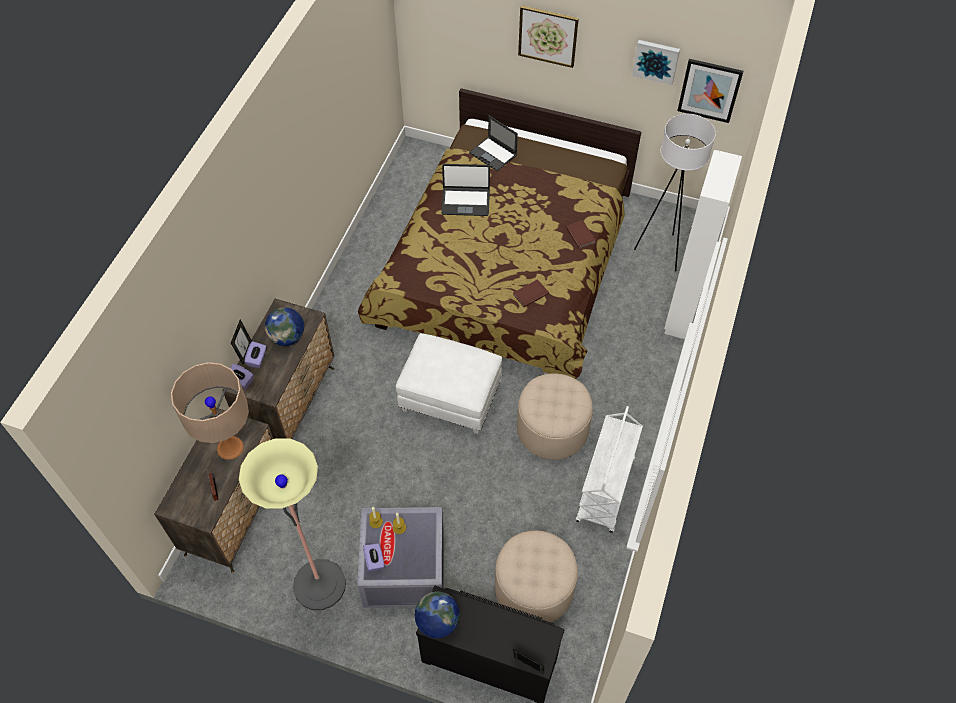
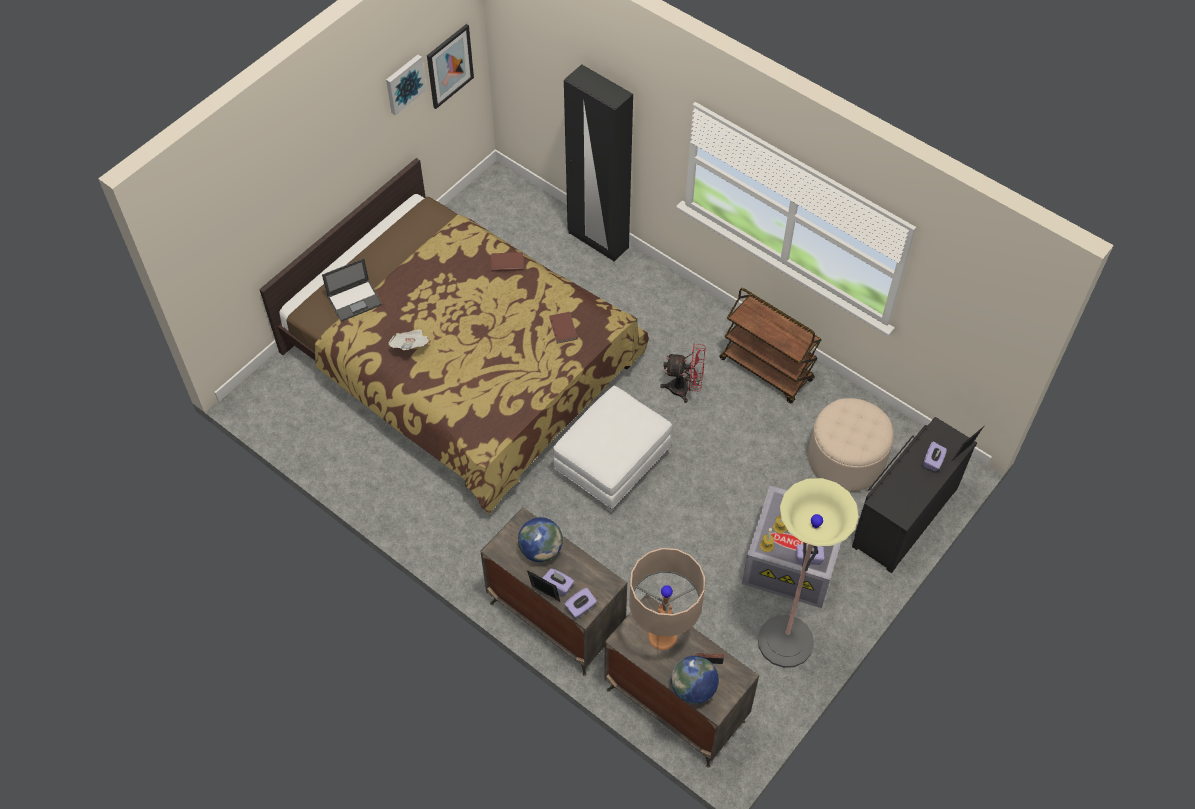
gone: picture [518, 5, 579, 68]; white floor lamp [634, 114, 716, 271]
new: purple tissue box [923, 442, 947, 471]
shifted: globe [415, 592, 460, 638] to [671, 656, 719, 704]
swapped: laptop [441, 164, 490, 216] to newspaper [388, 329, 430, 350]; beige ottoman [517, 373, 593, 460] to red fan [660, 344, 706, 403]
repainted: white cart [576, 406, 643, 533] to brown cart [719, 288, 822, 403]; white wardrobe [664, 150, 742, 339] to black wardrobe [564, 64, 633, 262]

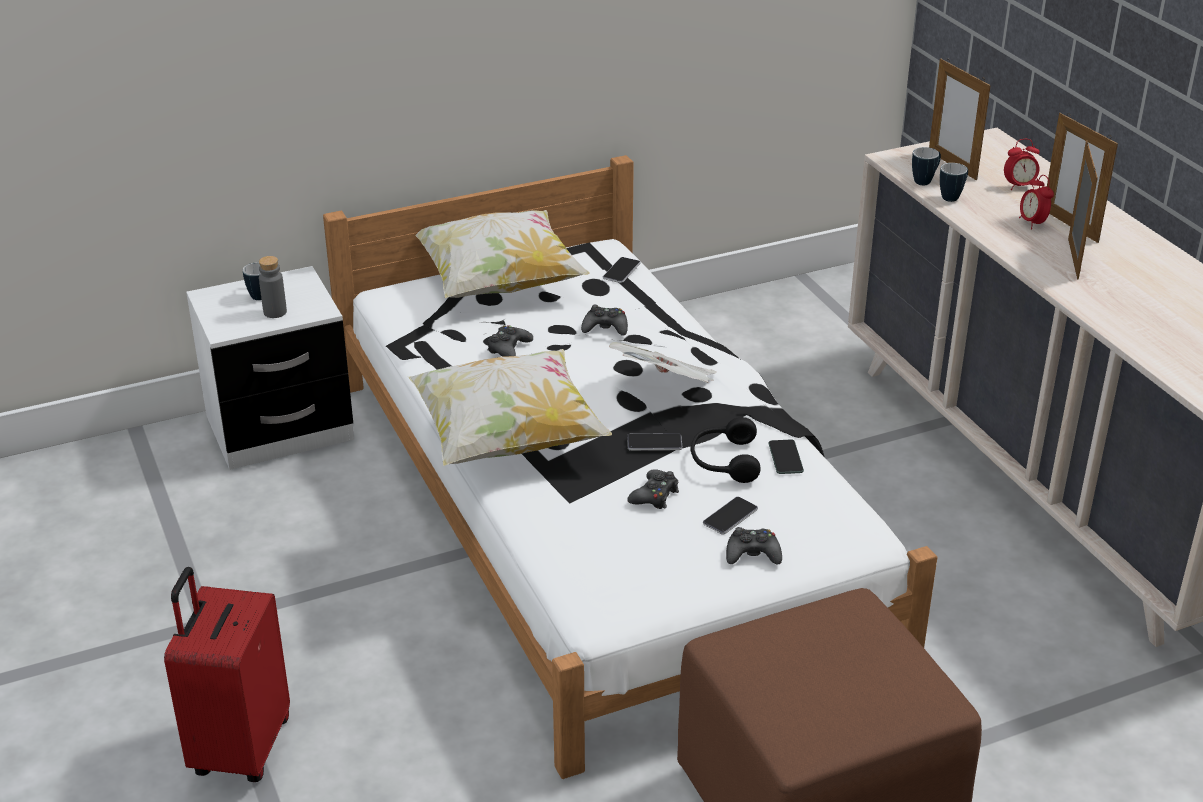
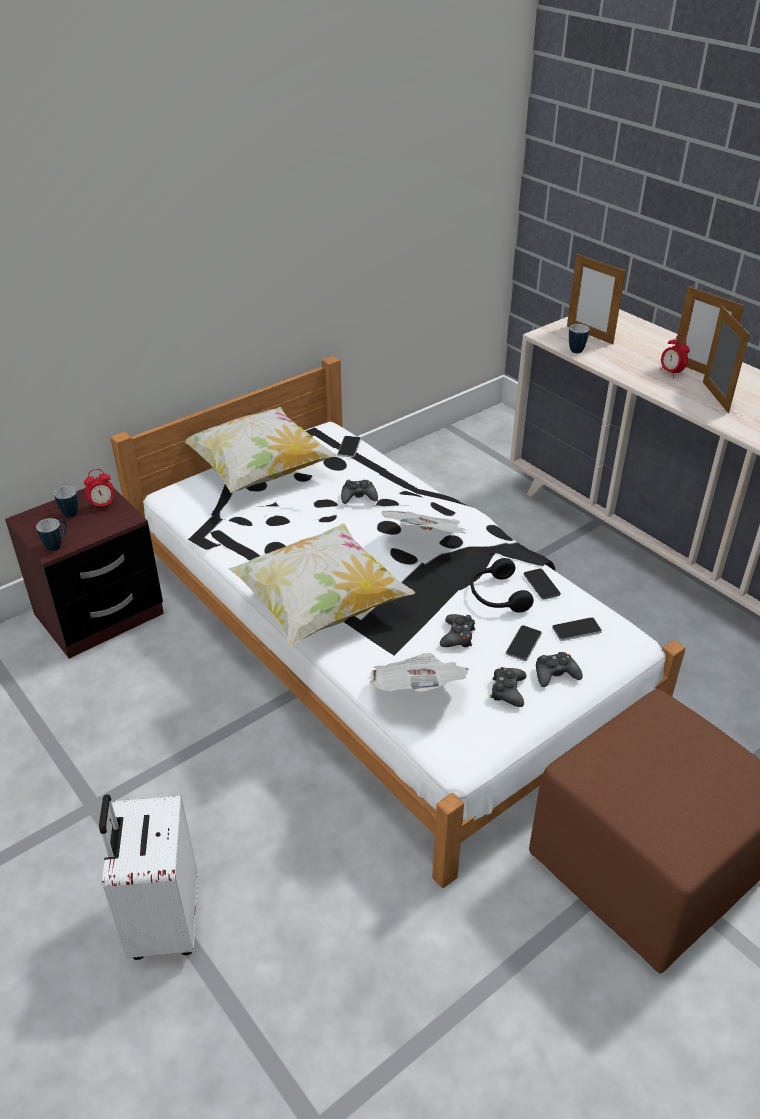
gone: grey bottle [259, 256, 287, 318]
new: newspaper [370, 653, 469, 692]
shifted: black game controller [488, 325, 533, 357] to [490, 667, 526, 707]; phone [627, 433, 682, 451] to [552, 617, 602, 641]; mug [940, 163, 968, 202] to [36, 518, 67, 551]; alarm clock [1004, 139, 1040, 190] to [84, 469, 114, 511]
repainted: red suitcase [164, 567, 290, 782] to white suitcase [99, 794, 197, 960]; white nightstand [186, 266, 354, 470] to brown nightstand [5, 488, 164, 659]

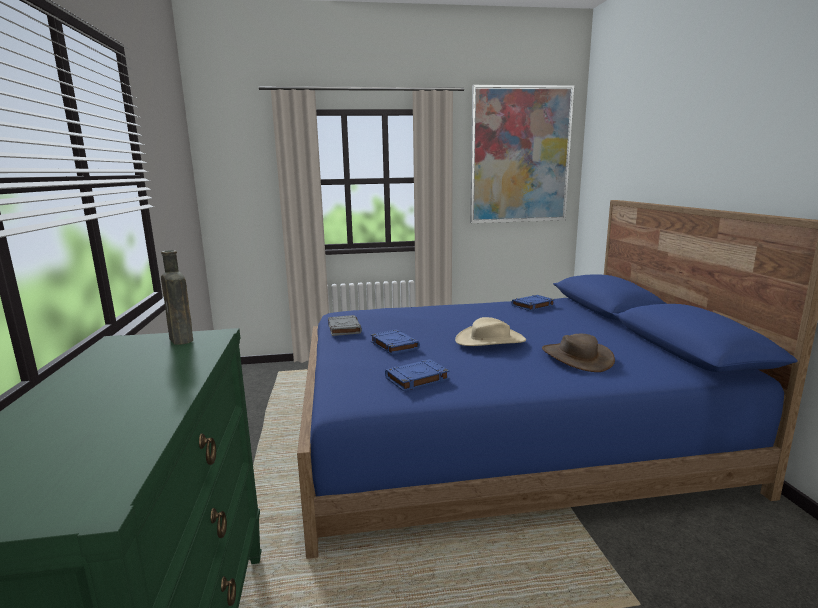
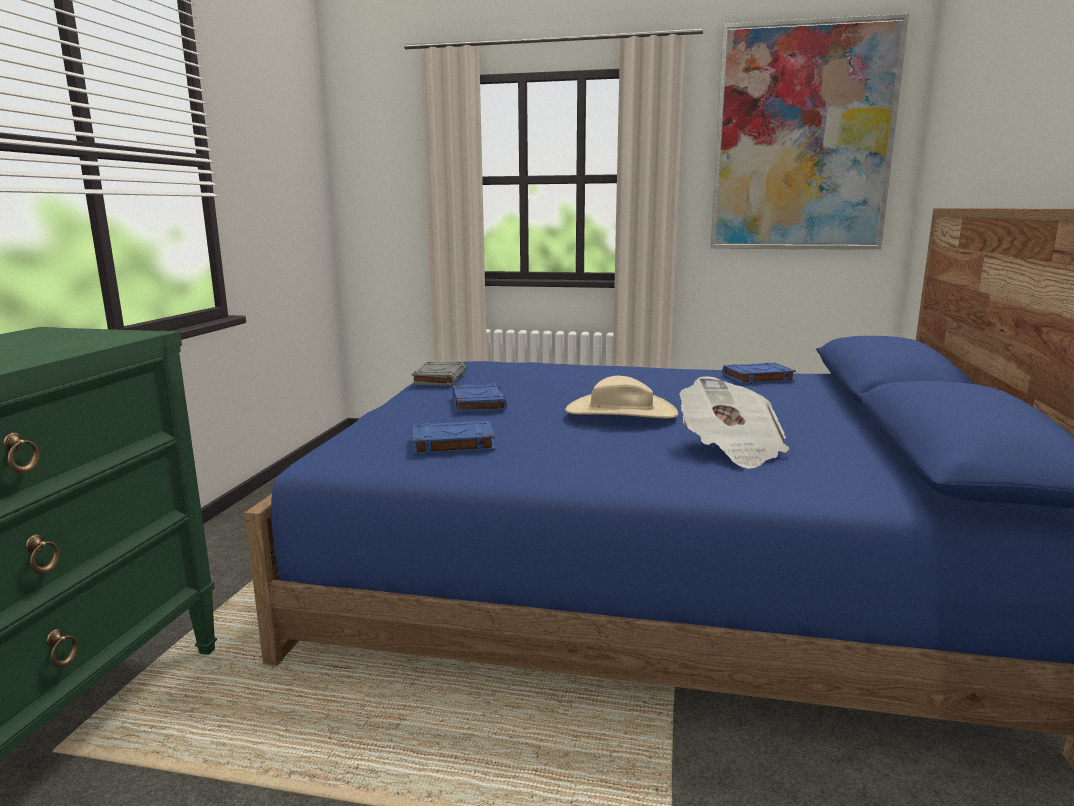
gone: brown bottle [161, 250, 193, 345]
swapped: brown hat [542, 334, 615, 372] to newspaper [679, 376, 790, 469]

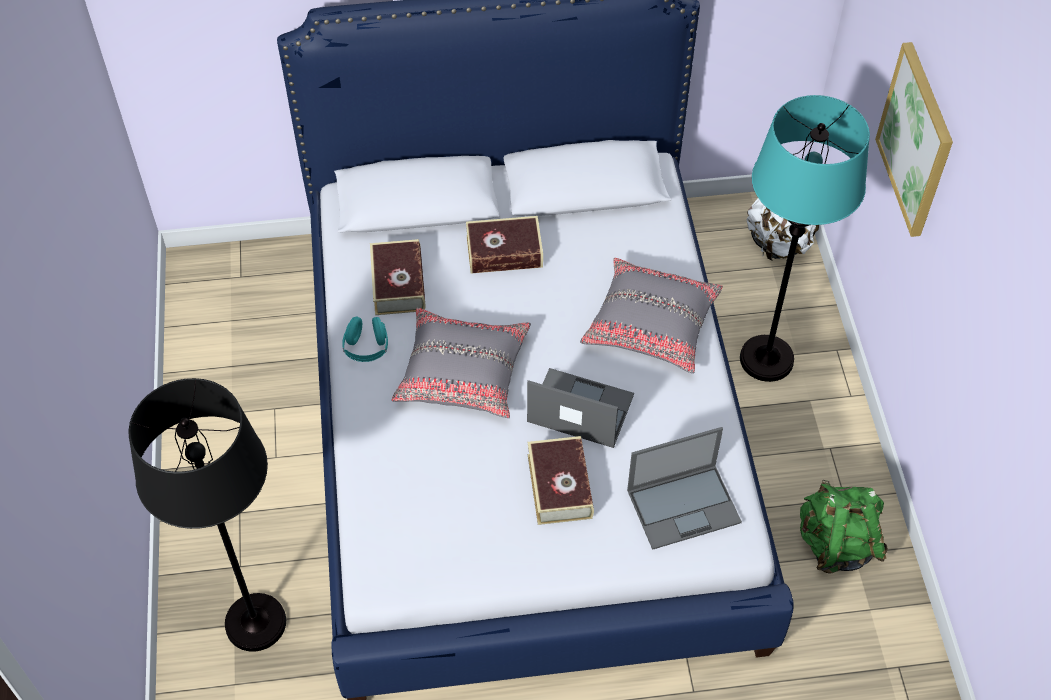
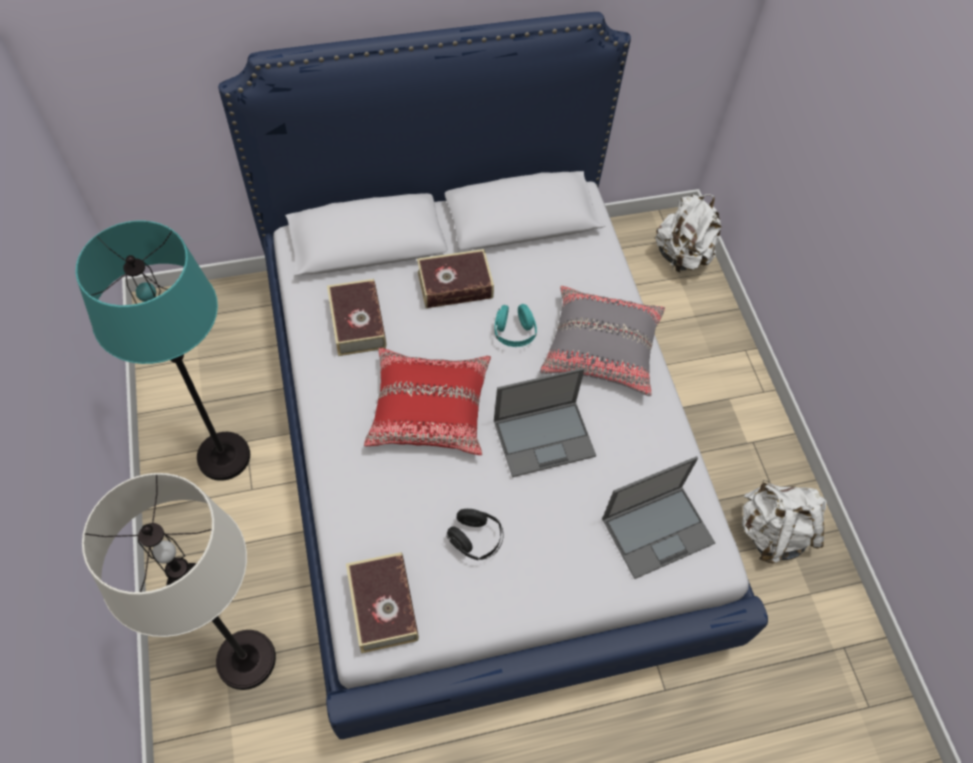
gone: picture [875, 42, 953, 237]
new: black headphones [446, 509, 504, 560]
shifted: turquoise headphones [342, 317, 388, 362] to [495, 304, 537, 347]; book [528, 436, 594, 525] to [346, 552, 419, 653]; turquoise floor lamp [740, 95, 870, 382] to [76, 221, 250, 481]
repainted: black floor lamp [128, 378, 286, 652] to white floor lamp [82, 473, 276, 690]; grey pillow [391, 308, 531, 418] to red pillow [364, 348, 491, 455]; green backpack [800, 480, 888, 574] to white backpack [742, 480, 827, 563]
rotated: laptop [527, 368, 634, 448] = [494, 368, 596, 477] 150 degrees clockwise

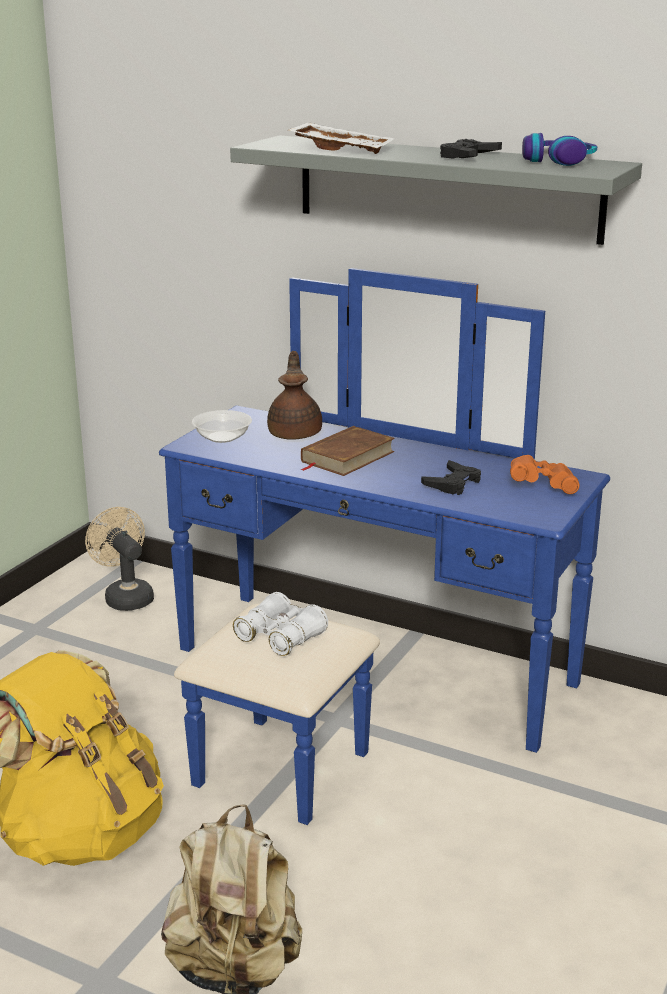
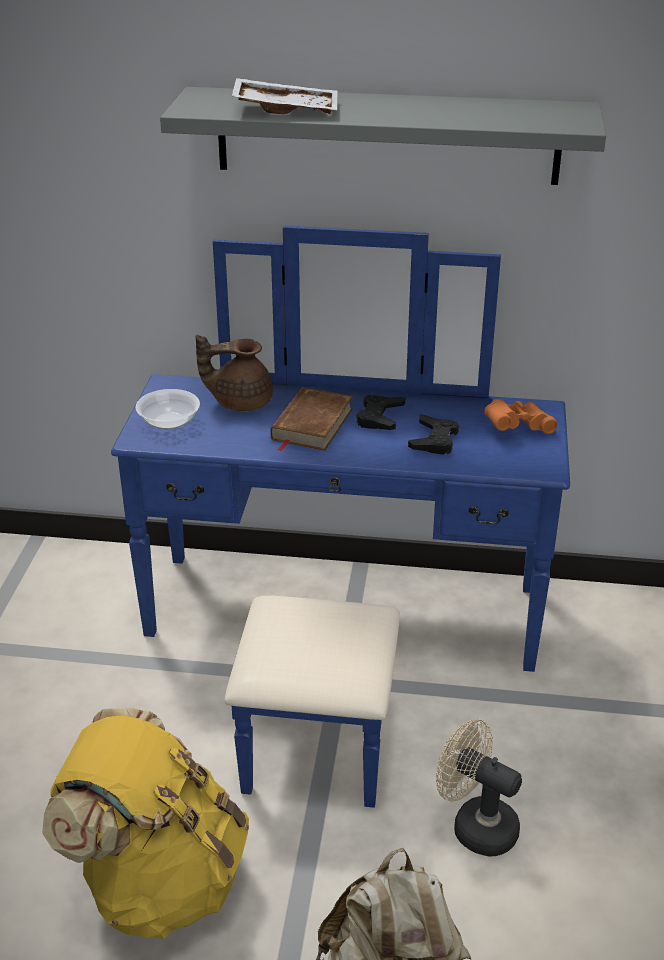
gone: white binoculars [233, 592, 328, 656]; headphones [522, 133, 597, 166]
shifted: beige fan [85, 507, 154, 611] to [436, 719, 522, 857]; black game controller [440, 139, 502, 159] to [356, 395, 405, 430]
rotated: brown teapot [267, 351, 322, 440] = [195, 334, 273, 411] 75 degrees counterclockwise

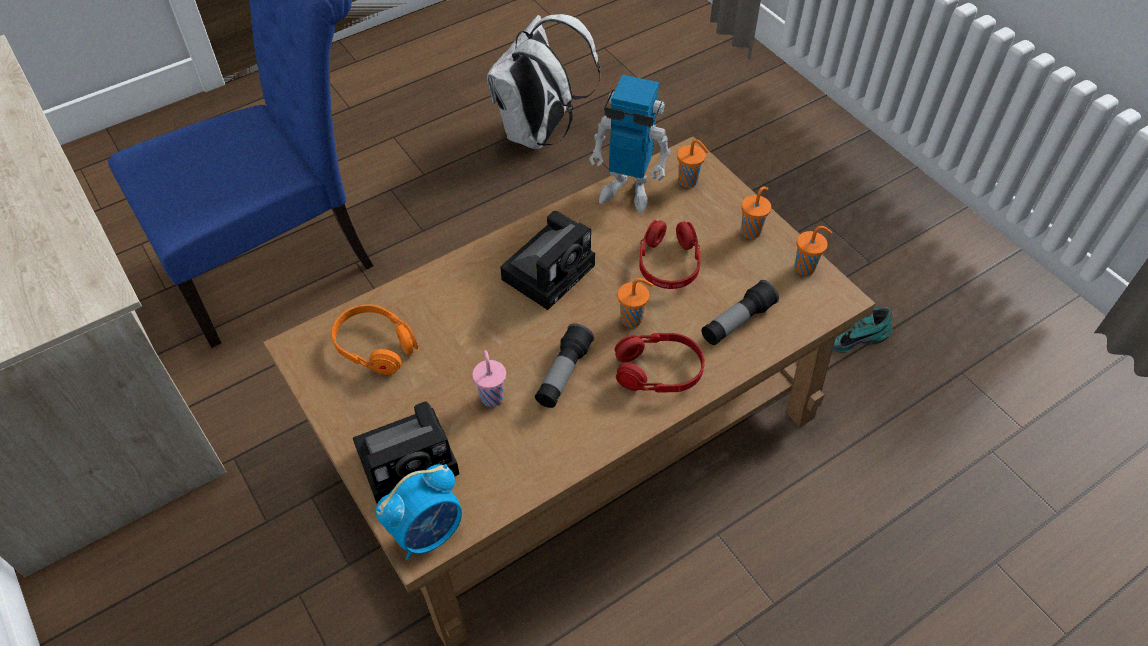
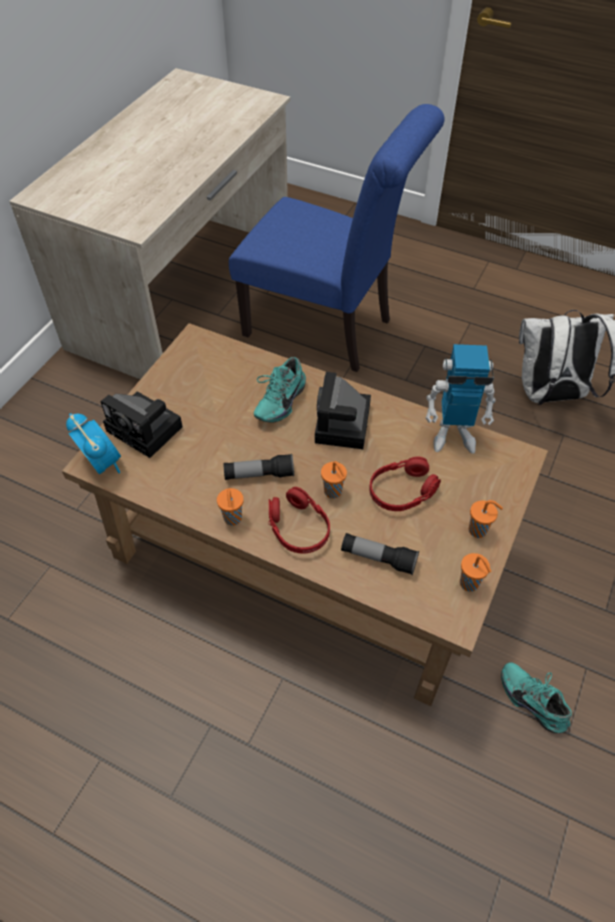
gone: orange headphones [331, 304, 418, 375]; pink cup [472, 350, 506, 407]
new: turquoise shoe [254, 357, 306, 423]
shifted: orange cup [677, 139, 709, 188] to [217, 488, 244, 526]
rotated: alarm clock [375, 464, 462, 560] = [66, 413, 121, 475] 150 degrees counterclockwise; photo camera [500, 211, 595, 310] = [315, 372, 371, 449] 90 degrees clockwise; toy robot [589, 75, 671, 213] = [425, 344, 496, 454] 75 degrees counterclockwise

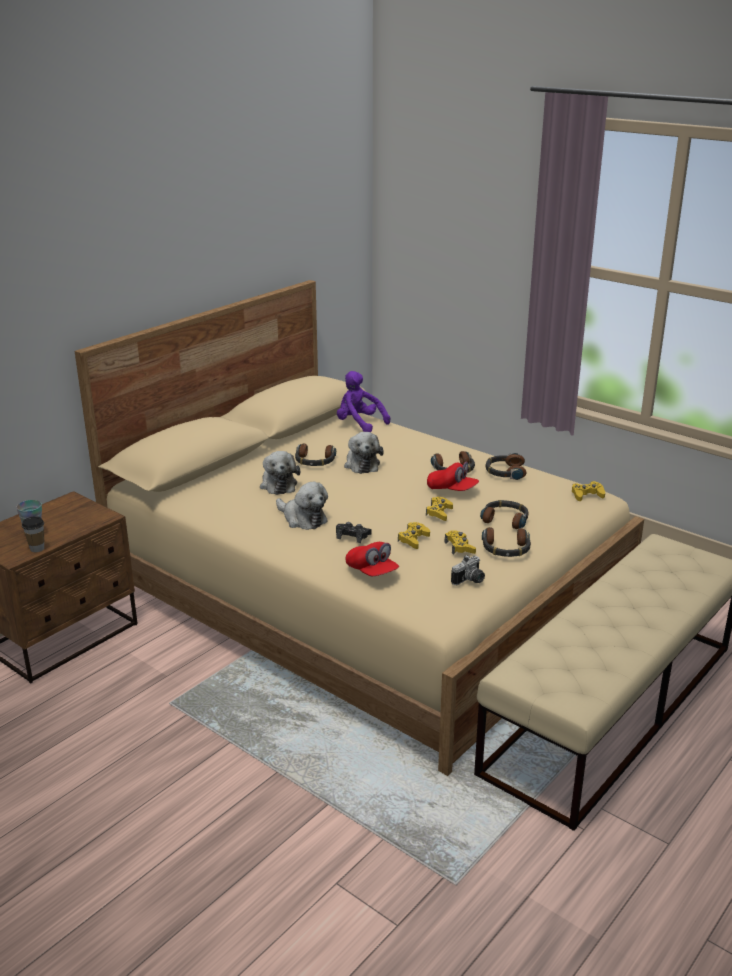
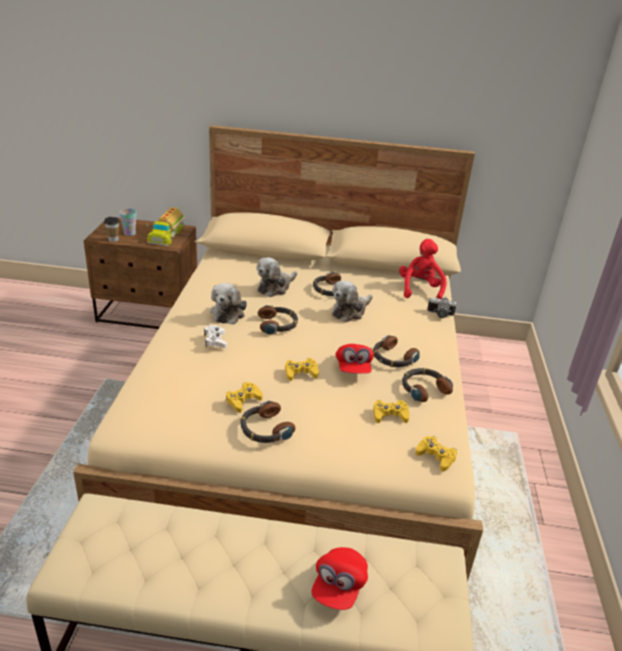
new: toy truck [147, 207, 185, 246]
shifted: red cap [346, 542, 399, 576] to [311, 547, 368, 610]; yellow game controller [398, 522, 430, 549] to [373, 400, 410, 423]; photo camera [451, 555, 485, 585] to [427, 297, 456, 318]; headphones [480, 500, 529, 529] to [258, 305, 298, 335]
repainted: black game controller [336, 522, 372, 543] to white game controller [204, 325, 227, 348]; purple plush toy [337, 371, 390, 432] to red plush toy [399, 239, 447, 299]

